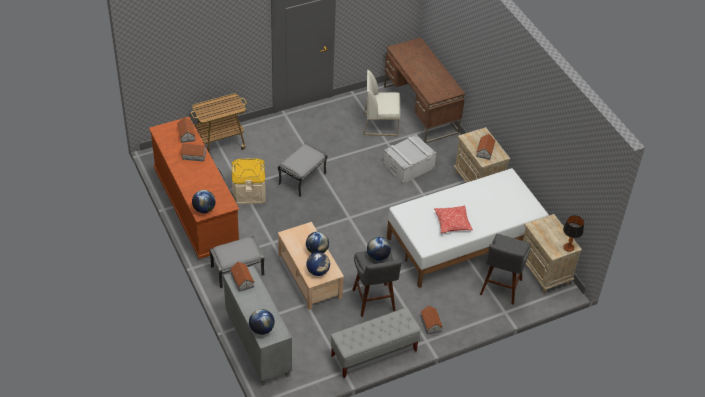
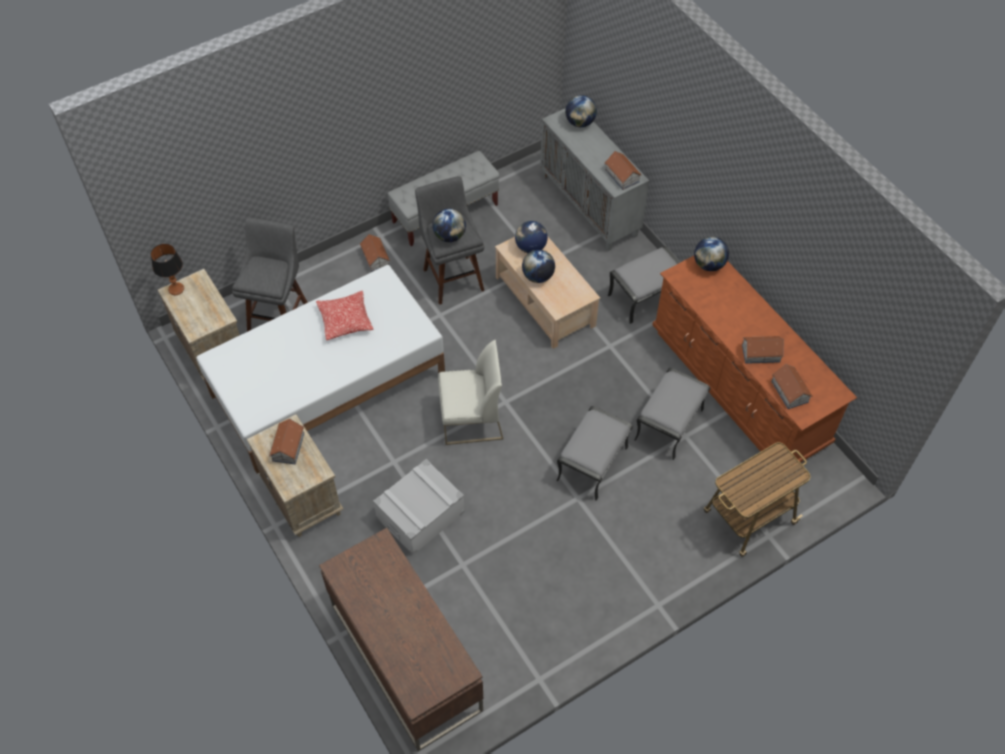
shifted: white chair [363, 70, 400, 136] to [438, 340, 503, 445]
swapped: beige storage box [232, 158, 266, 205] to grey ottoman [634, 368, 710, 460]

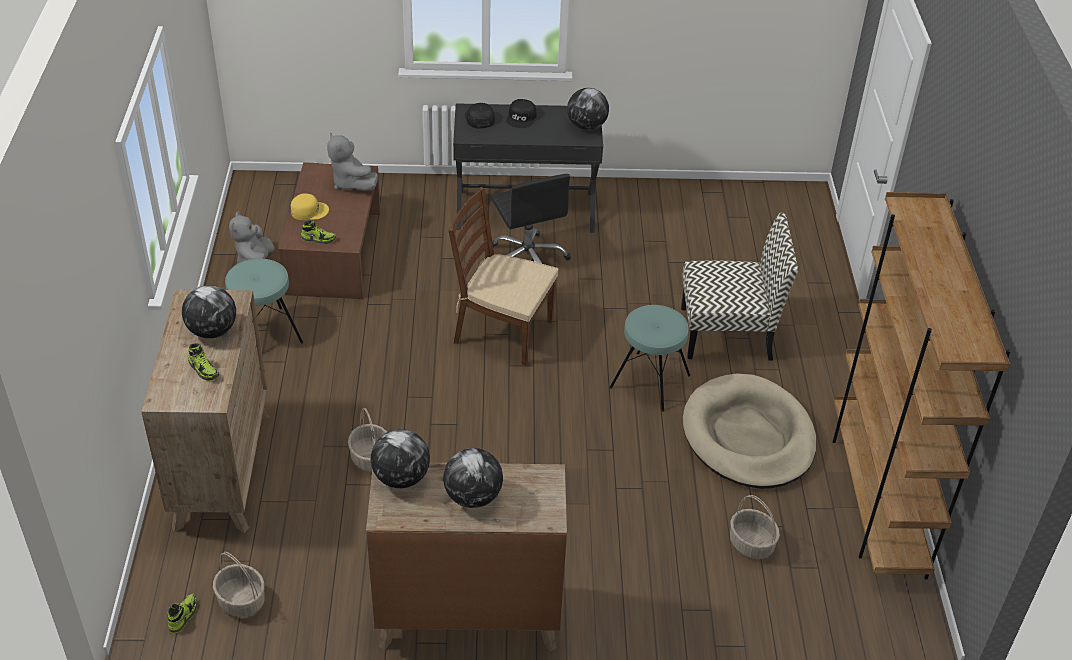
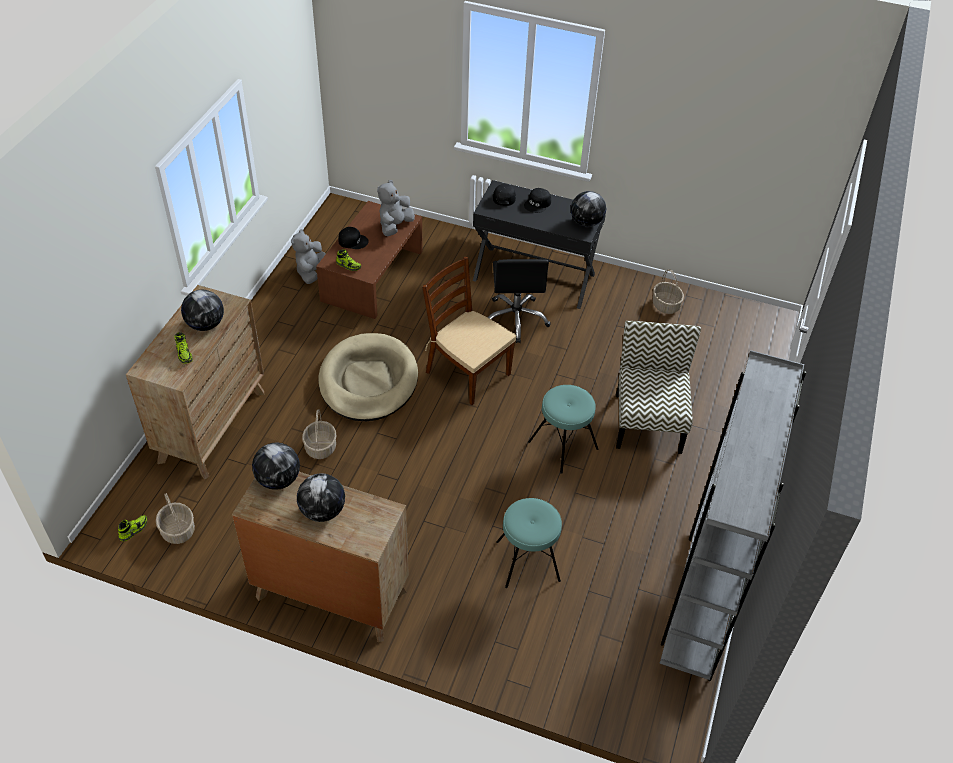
shifted: turquoise stool [225, 258, 303, 344] to [496, 498, 562, 588]; beige dog bed [683, 373, 816, 489] to [318, 333, 418, 421]; basket [730, 495, 780, 559] to [653, 269, 684, 314]
repainted: yellow cap [291, 193, 329, 220] to black cap [338, 227, 369, 249]; brown bookcase [833, 192, 1011, 580] to grey bookcase [660, 350, 806, 681]
rotated: grey plush toy [327, 133, 378, 191] = [377, 180, 415, 236] 45 degrees clockwise; chair [681, 212, 798, 360] = [616, 321, 701, 454] 105 degrees counterclockwise

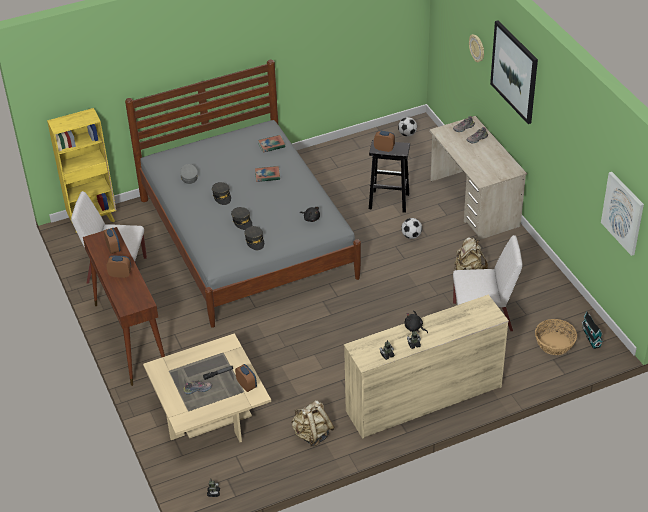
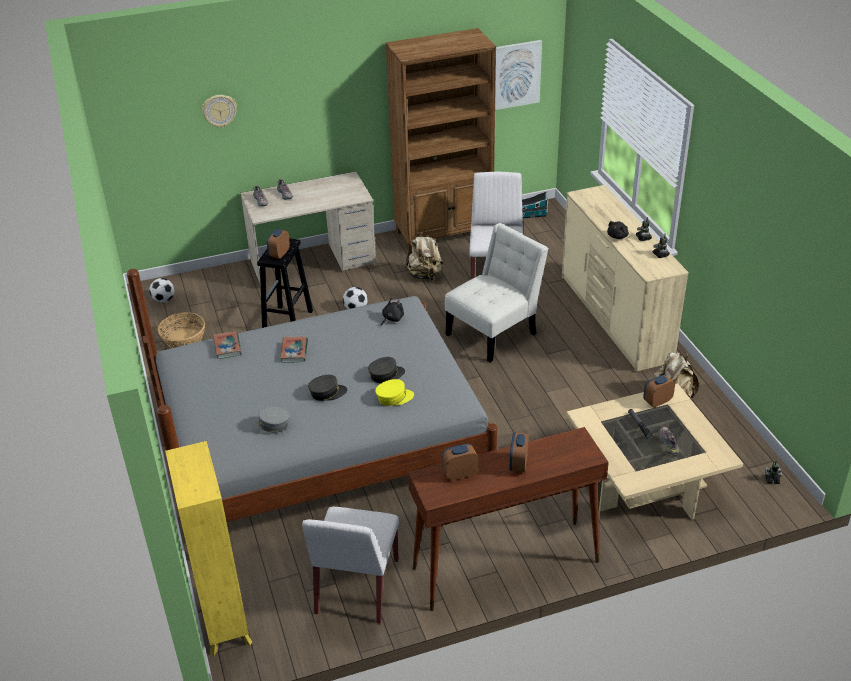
gone: grey cap [244, 226, 264, 250]; picture [490, 21, 538, 124]
new: yellow cap [375, 379, 414, 406]; brown bookcase [386, 28, 496, 251]; white chair [445, 223, 549, 362]
shifted: basket [535, 319, 577, 355] to [158, 312, 205, 348]

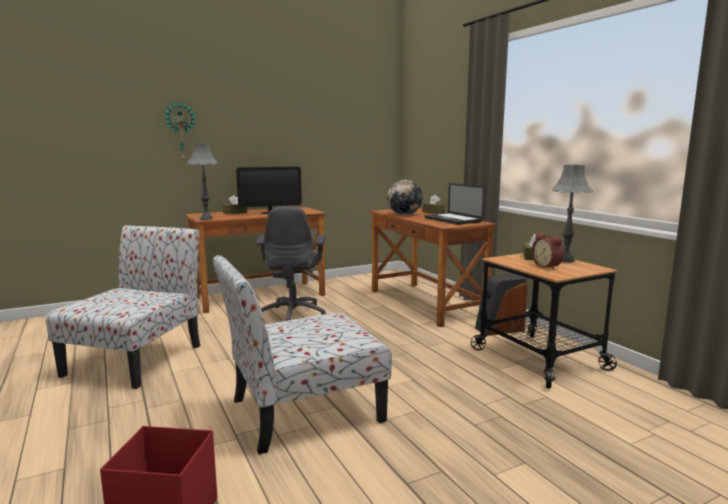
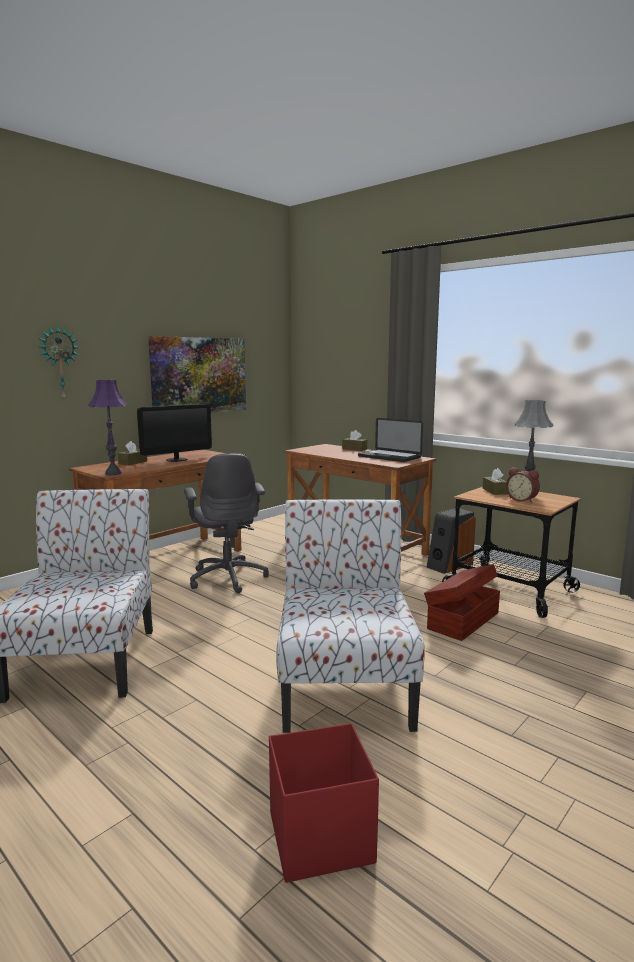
gone: globe [387, 180, 422, 215]
new: picture [148, 336, 246, 413]; brown storage box [424, 564, 500, 641]
repainted: grey table lamp [187, 143, 218, 220] to purple table lamp [88, 380, 127, 475]
rotated: chair [213, 255, 392, 454] = [276, 499, 425, 733] 135 degrees clockwise

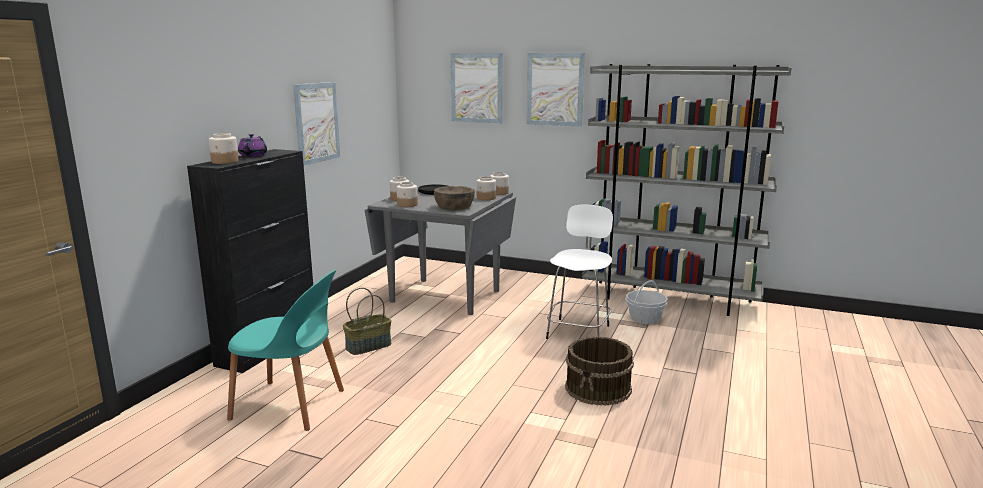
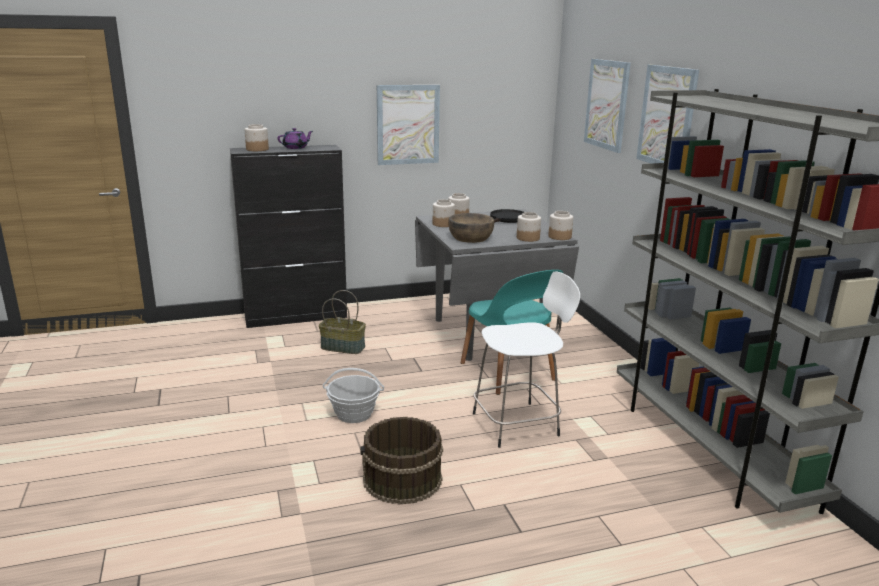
shifted: turquoise chair [227, 270, 344, 431] to [461, 270, 563, 395]; basket [625, 280, 668, 324] to [323, 368, 384, 423]

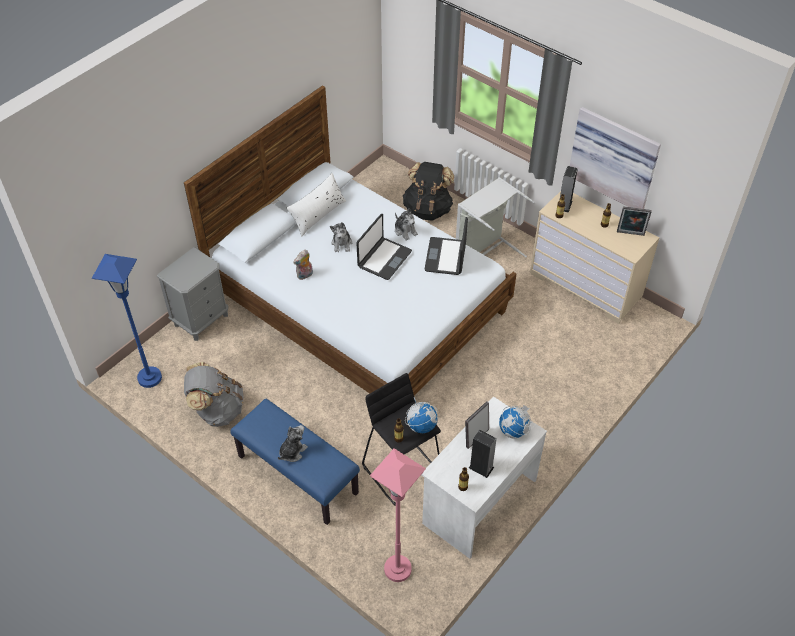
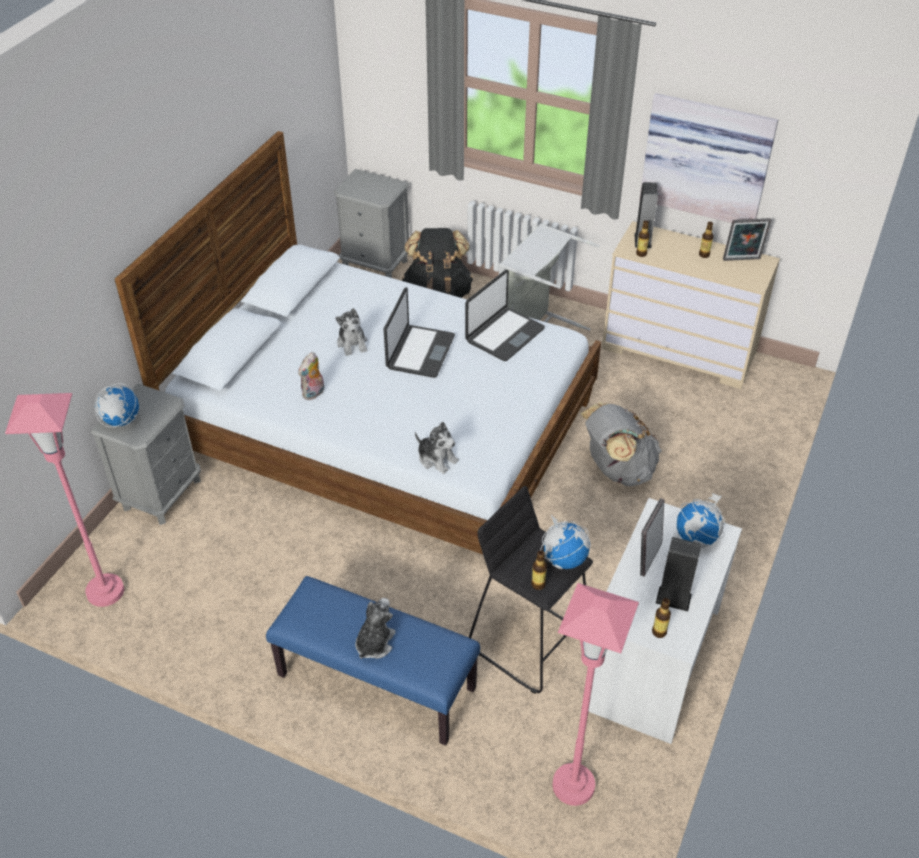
gone: white pillow [287, 173, 346, 237]
new: globe [95, 383, 139, 427]; grey nightstand [333, 169, 409, 278]
shifted: grey backpack [184, 362, 243, 427] to [581, 402, 662, 486]; plush toy [395, 208, 418, 241] to [415, 421, 459, 474]
repainted: blue floor lamp [92, 254, 162, 388] to pink floor lamp [5, 393, 124, 607]
rotated: laptop [425, 217, 468, 275] = [465, 270, 545, 361] 135 degrees counterclockwise

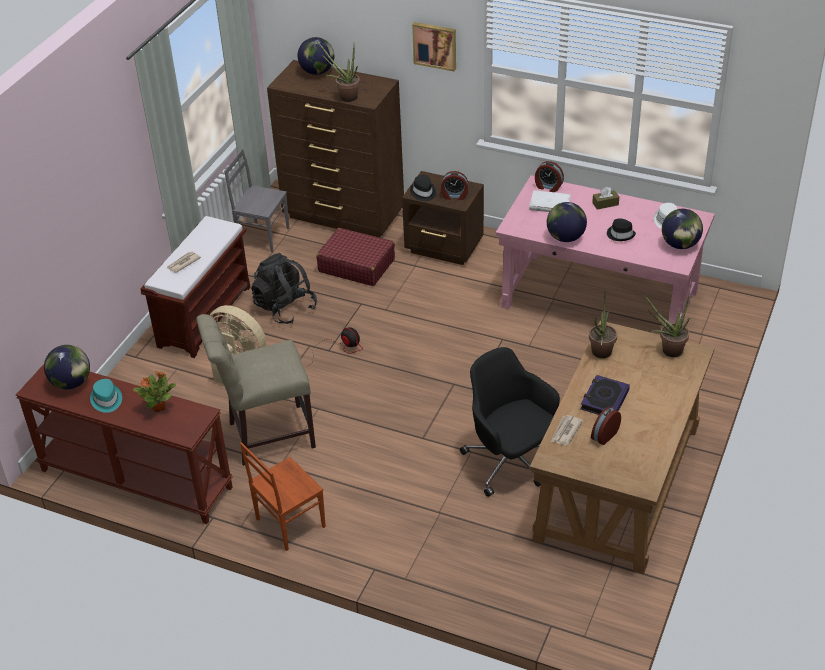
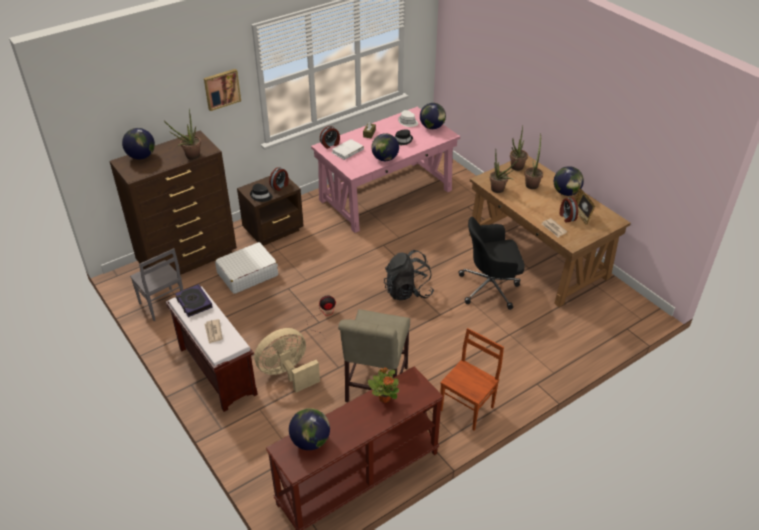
gone: turquoise hat [90, 379, 122, 413]
new: potted plant [524, 133, 543, 189]; globe [554, 166, 584, 196]; picture frame [575, 188, 595, 225]
shifted: black backpack [251, 253, 317, 324] to [384, 250, 434, 301]; book [580, 375, 630, 415] to [175, 284, 213, 317]
repainted: red suitcase [316, 228, 395, 286] to white suitcase [215, 242, 278, 294]
rotated: grey chair [224, 149, 289, 253] = [130, 248, 183, 321] 90 degrees counterclockwise; brown chair [240, 442, 326, 551] = [440, 328, 504, 431] 135 degrees counterclockwise

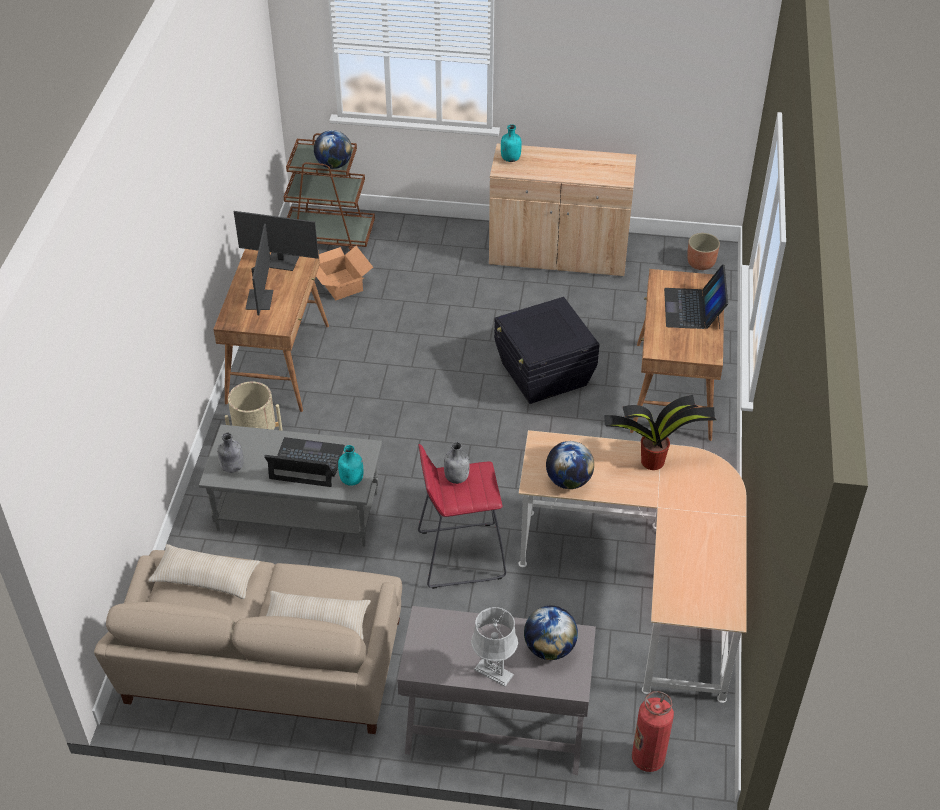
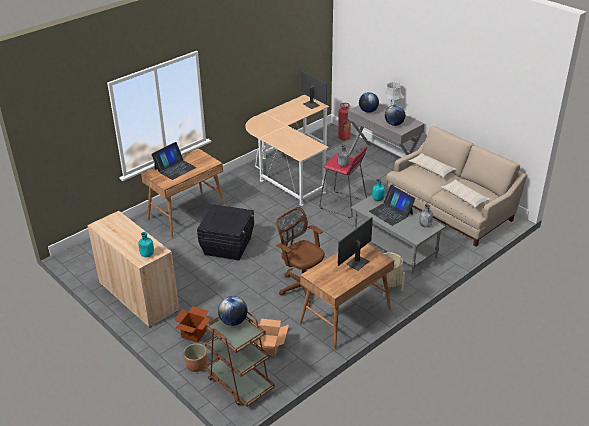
gone: potted plant [604, 395, 716, 470]
new: cardboard box [174, 306, 210, 343]; brown office chair [276, 207, 325, 307]
shifted: monitor [234, 211, 319, 271] to [301, 70, 327, 109]; globe [546, 441, 594, 489] to [385, 105, 406, 126]; planter [687, 233, 720, 270] to [183, 344, 207, 372]

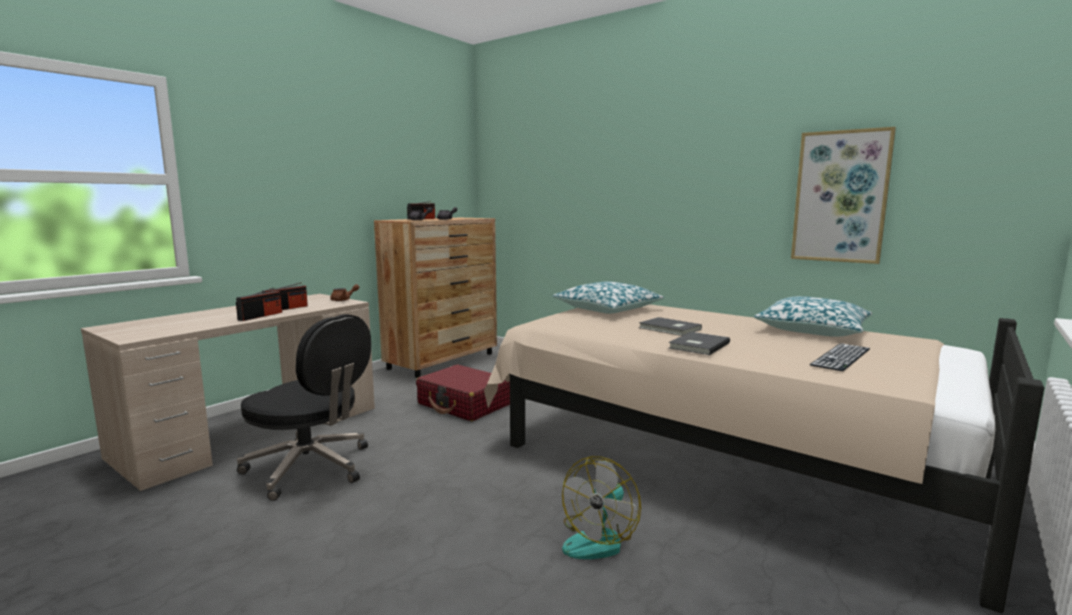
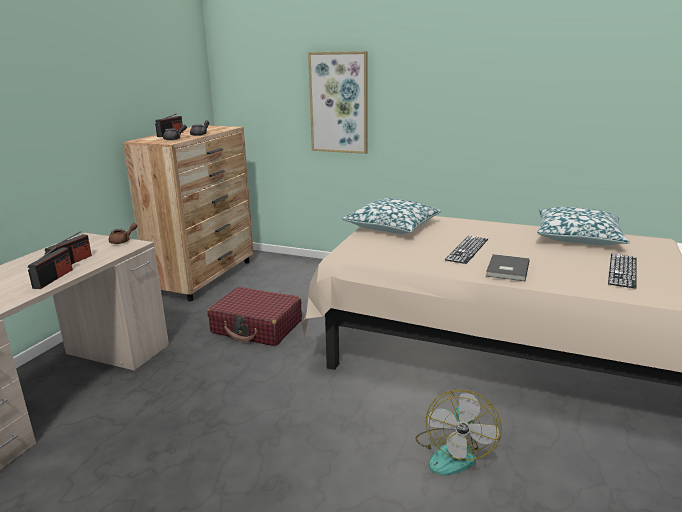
gone: black office chair [237, 314, 371, 501]
shifted: picture [791, 127, 896, 264] to [308, 51, 368, 154]
swapped: grey book [639, 317, 702, 336] to keyboard [445, 236, 488, 264]

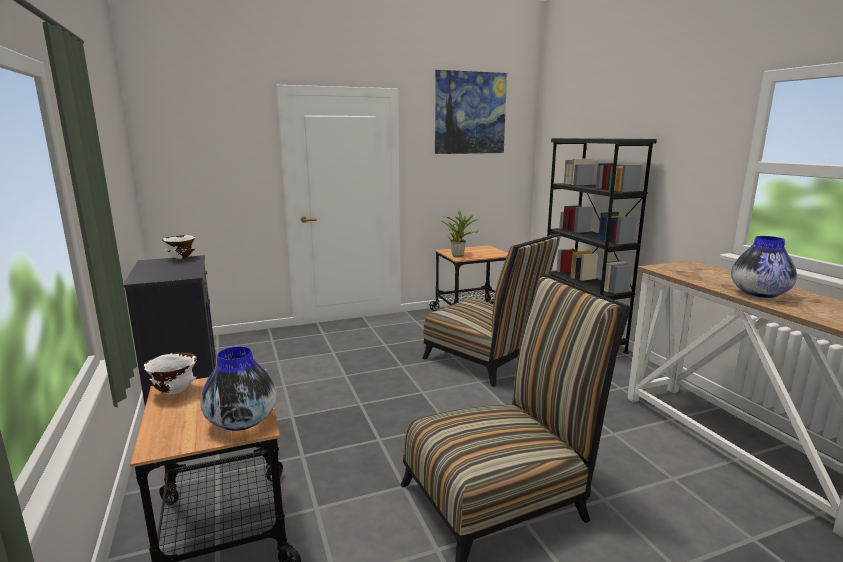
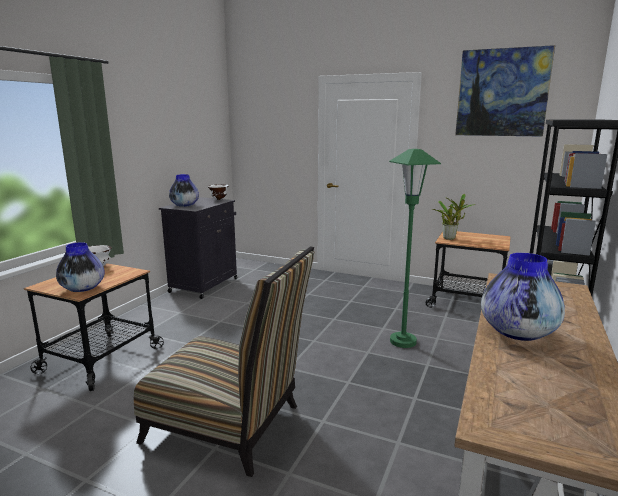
new: vase [169, 174, 199, 207]
swapped: chair [422, 233, 561, 387] to green floor lamp [389, 149, 441, 348]

